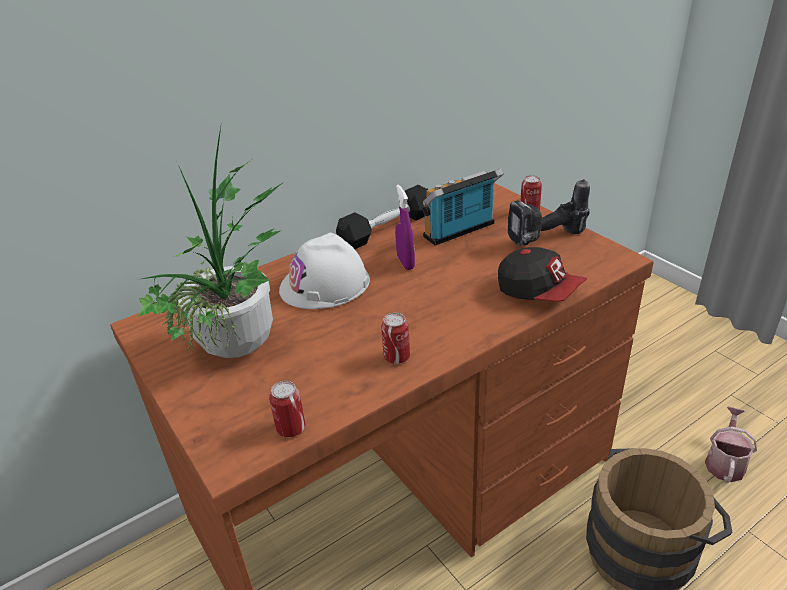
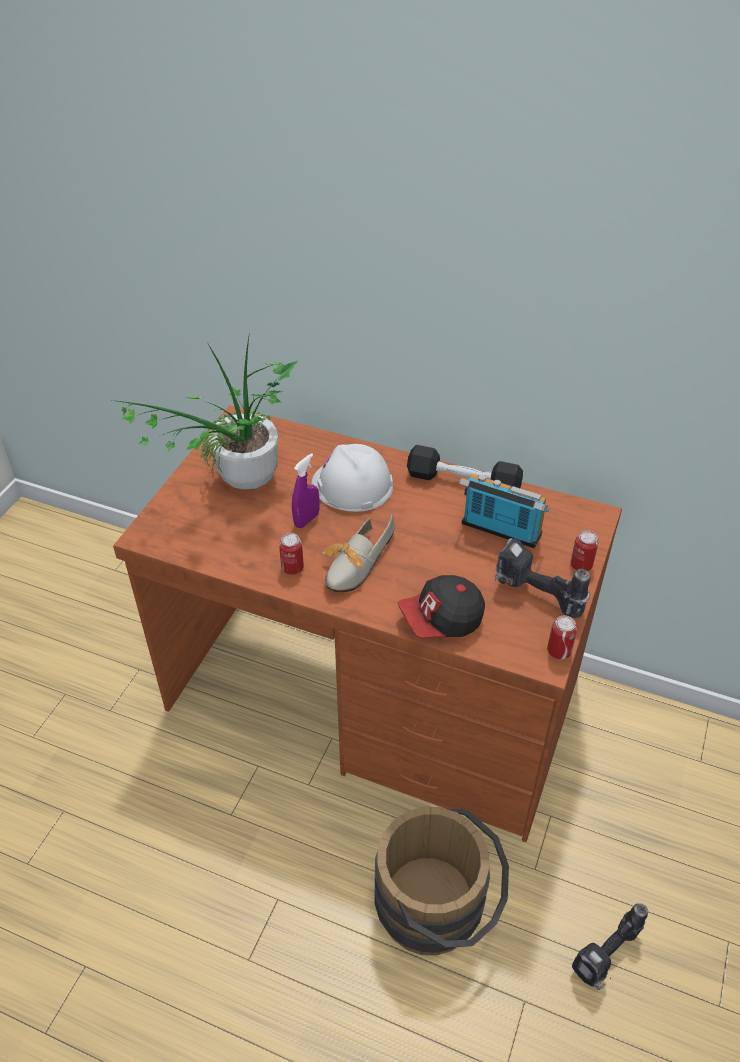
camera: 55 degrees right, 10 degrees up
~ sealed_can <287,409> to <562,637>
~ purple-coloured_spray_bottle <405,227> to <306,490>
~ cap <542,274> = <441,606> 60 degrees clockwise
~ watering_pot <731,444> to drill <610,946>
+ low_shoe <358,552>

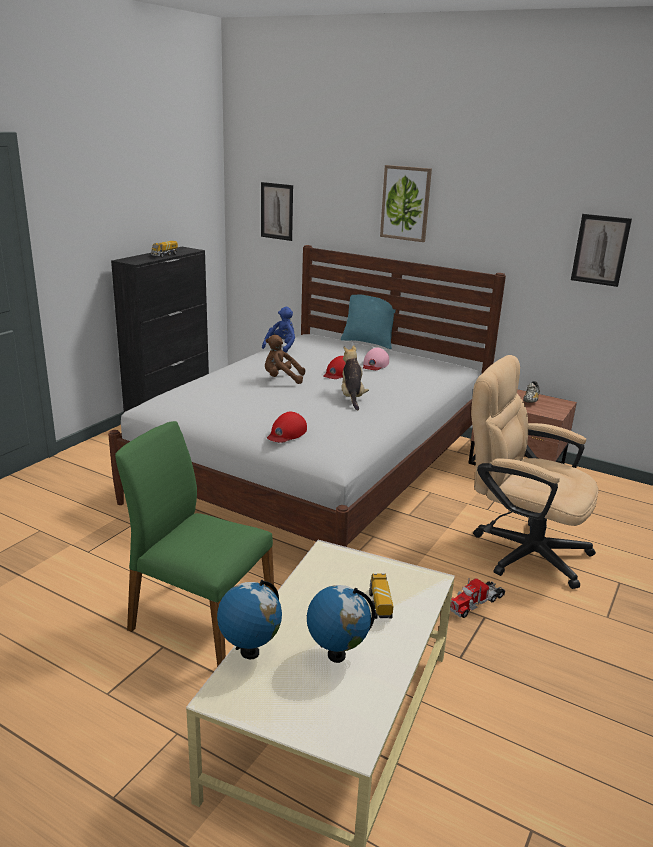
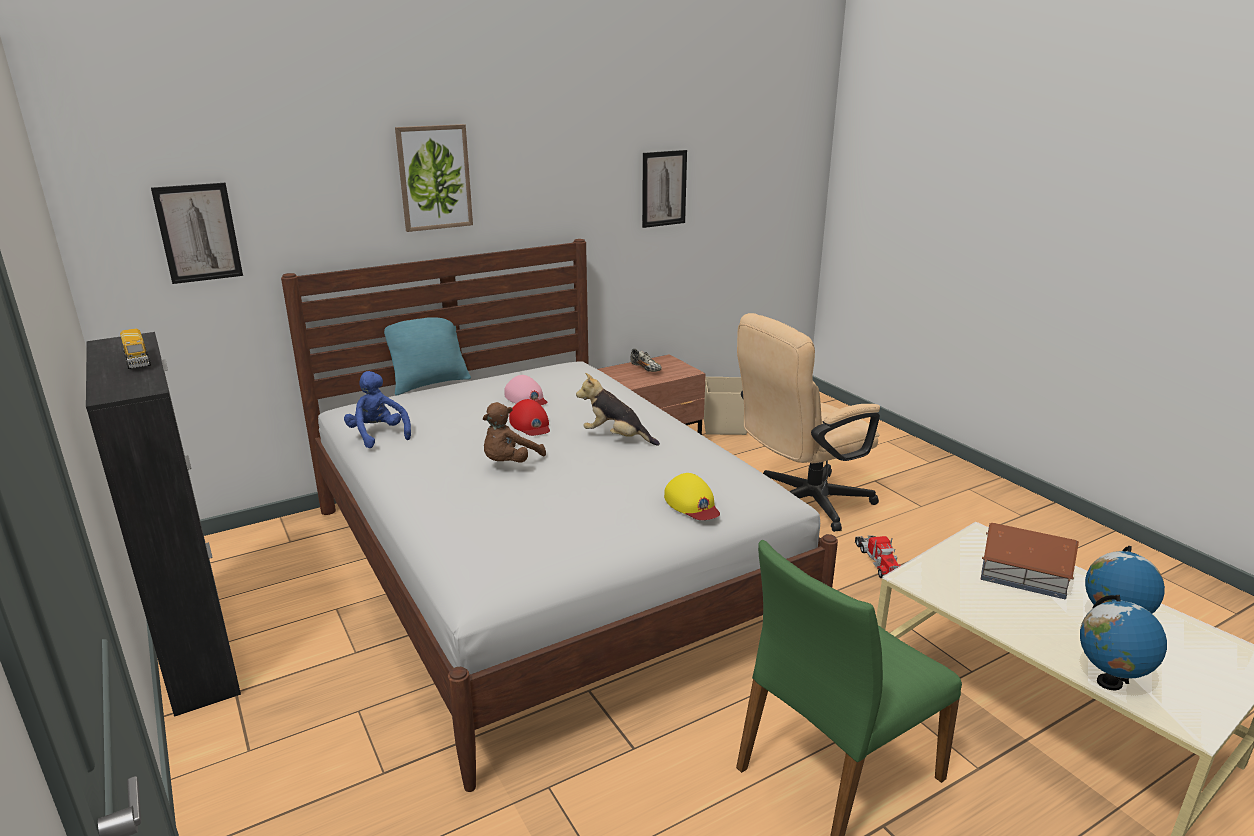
camera: 60 degrees left, 0 degrees up
~ red_cap <287,427> to yellow_cap <692,496>
~ toy_truck <381,596> to model_house <1030,561>
+ beige-coloured_storage_box <725,406>

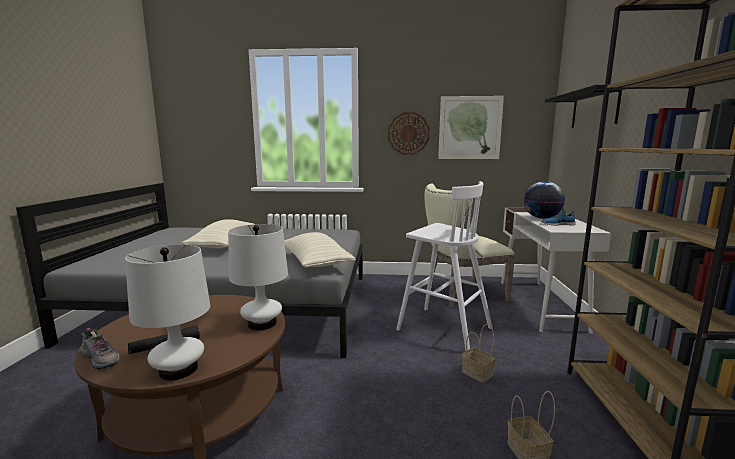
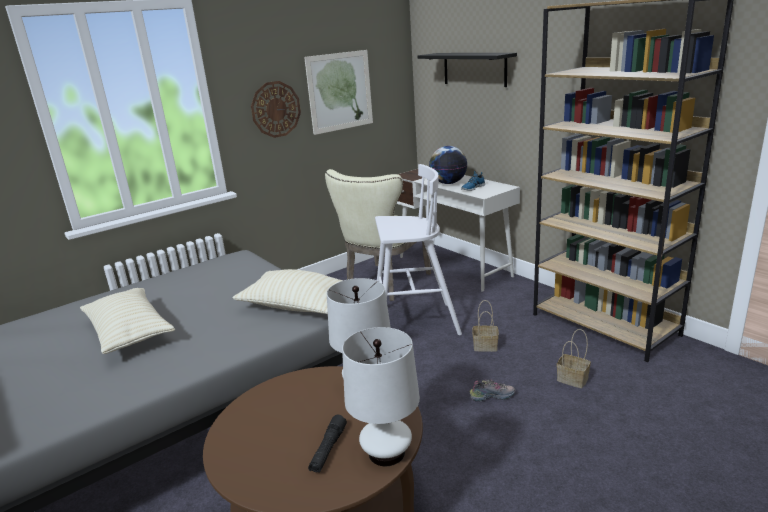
camera: 40 degrees left, 10 degrees up
~ low_shoe <100,349> to <492,390>

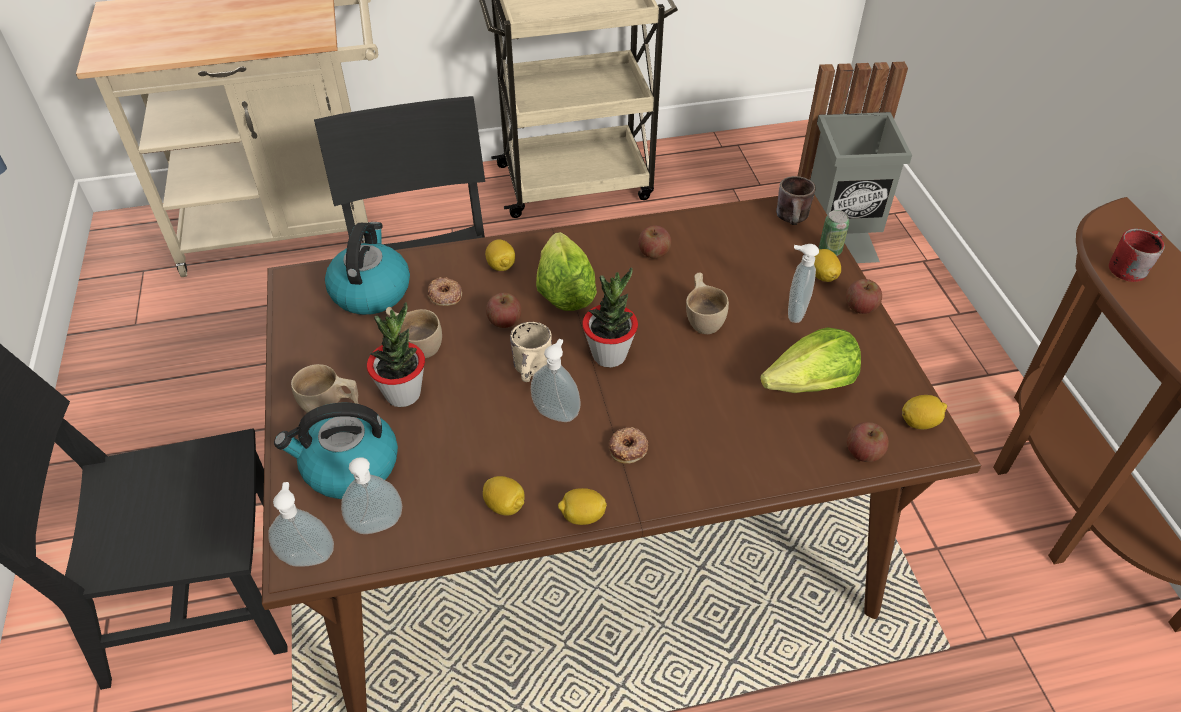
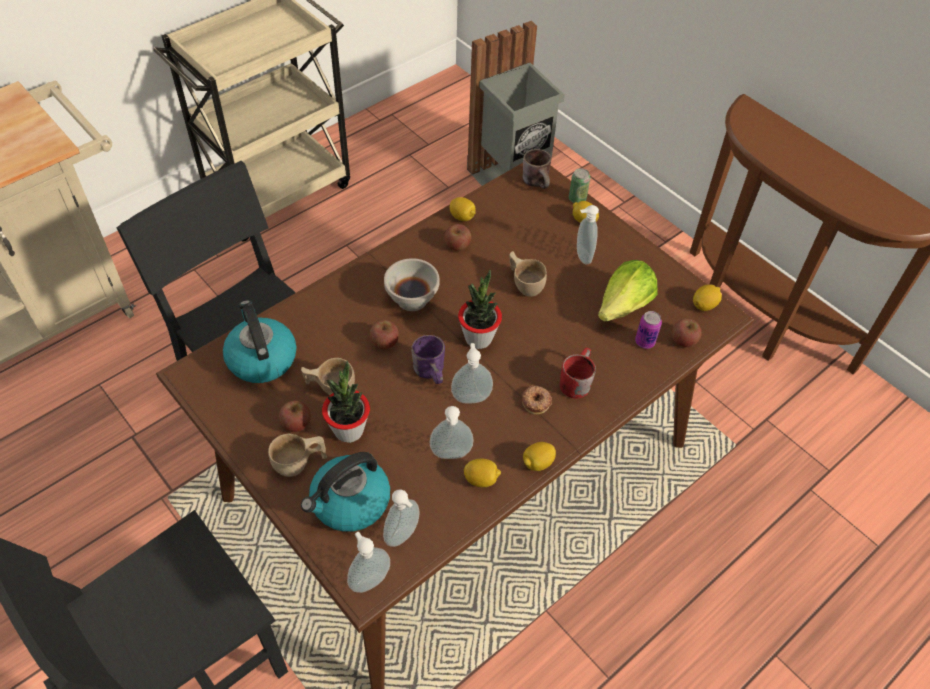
camera: 30 degrees left, 5 degrees up
- ring_doughnut <445,291>
~ citrus_fruit <500,255> to <463,209>
~ beige-coloured_mug <531,352> to purple-coloured_mug <428,359>
~ lettuce_head <566,271> to whitish_serving_bowl <411,284>
~ apple <864,296> to <295,416>
~ red_mug <1137,255> to <578,373>
+ liquid_soap_bottle <451,432>
+ sealed_can <648,330>

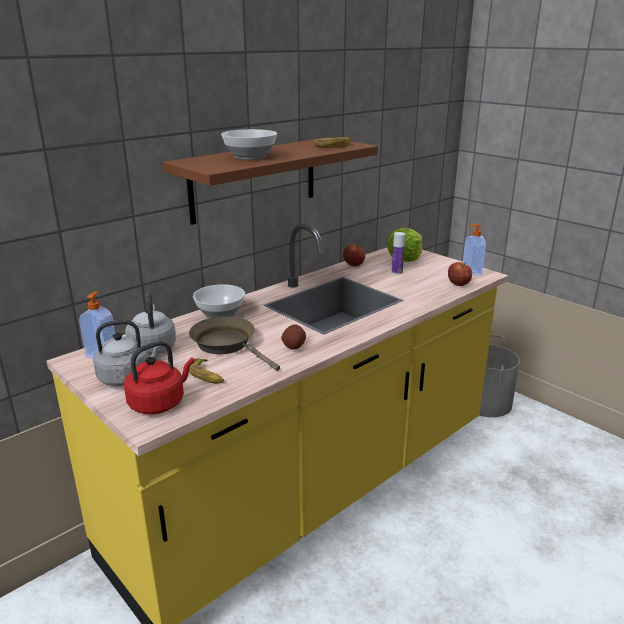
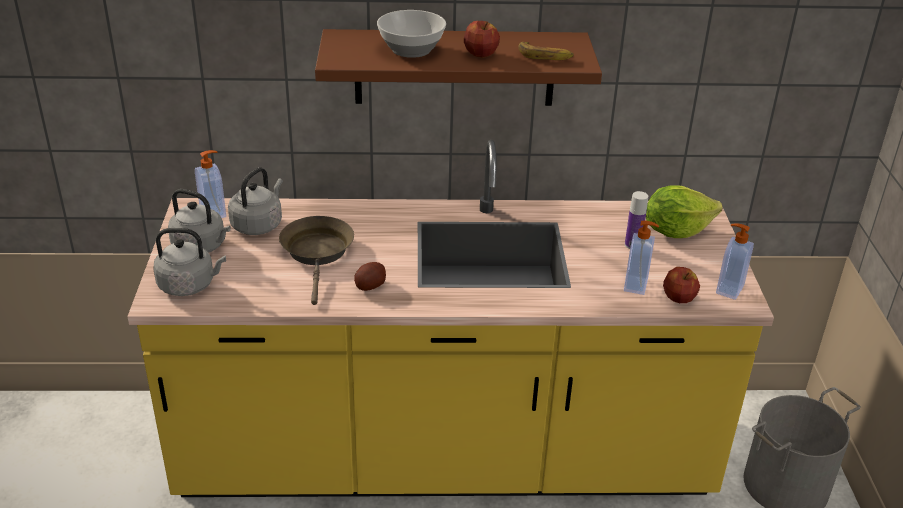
camera: 40 degrees right, 10 degrees up
~ red_water_kettle <159,377> to greyish_water_kettle <189,262>
- banana_fruit <206,371>
- serving_bowl <219,301>
~ apple <354,255> to <482,39>
+ liquid_soap_bottle <641,257>

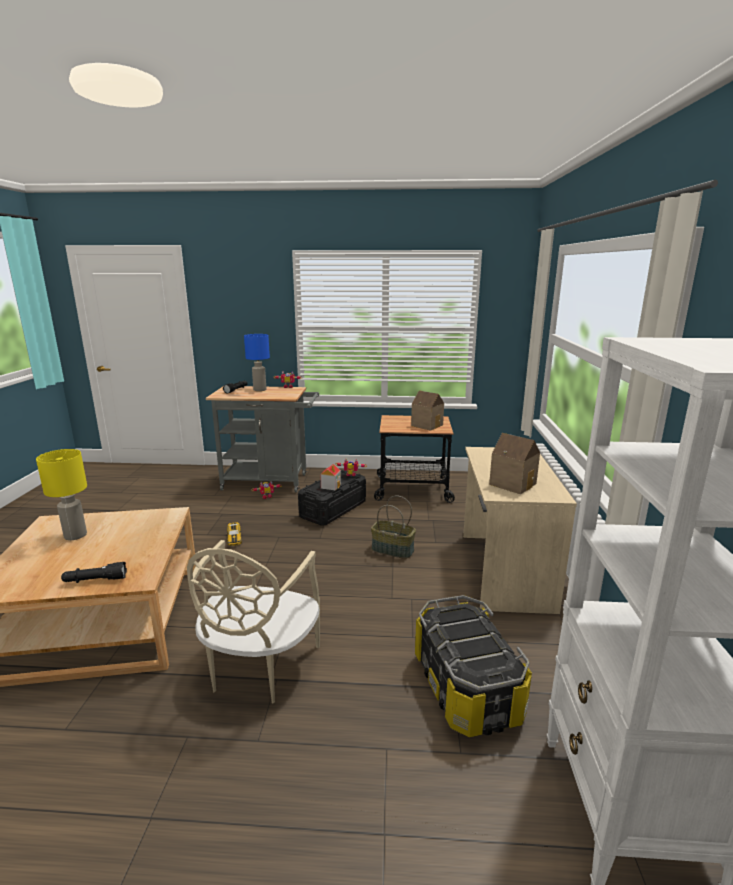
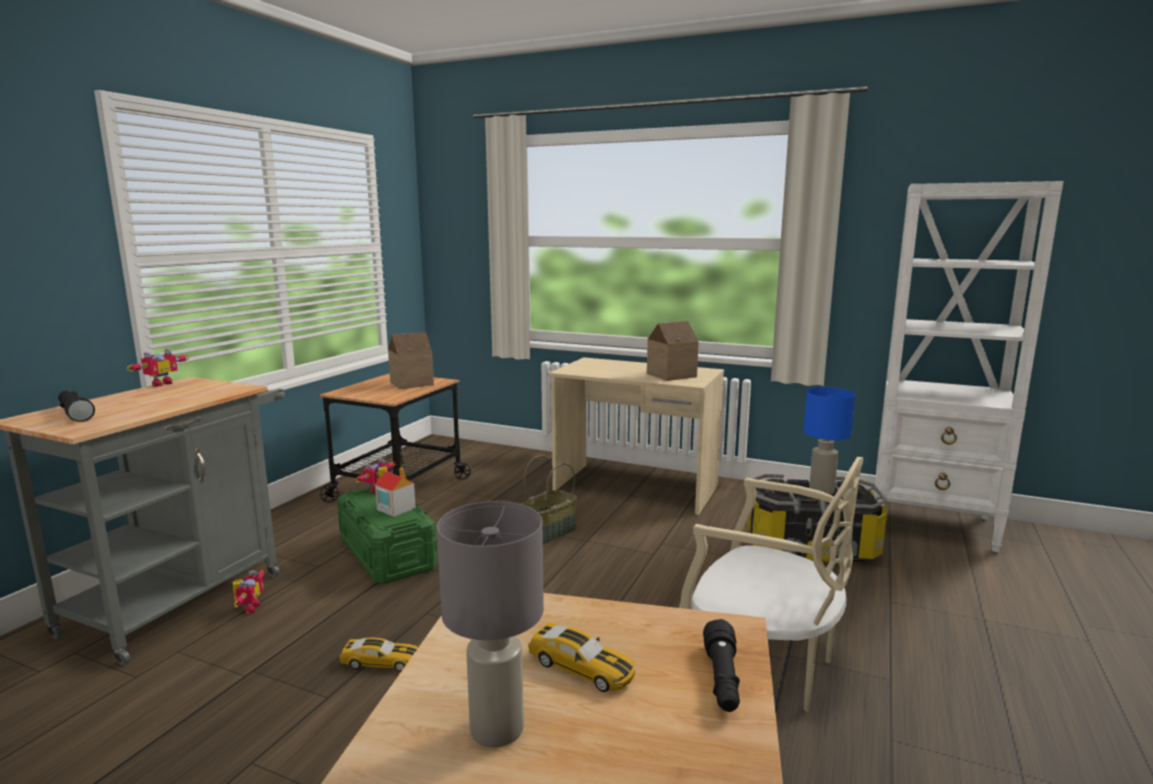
camera: 70 degrees left, 5 degrees down
~ yellow_table_lamp <61,494> to greyish_table_lamp <490,624>
~ blue-coloured_table_lamp <257,362> to <829,441>
~ blackish_storage_box <332,498> to greenish_storage_box <387,535>
+ toy_car <581,657>

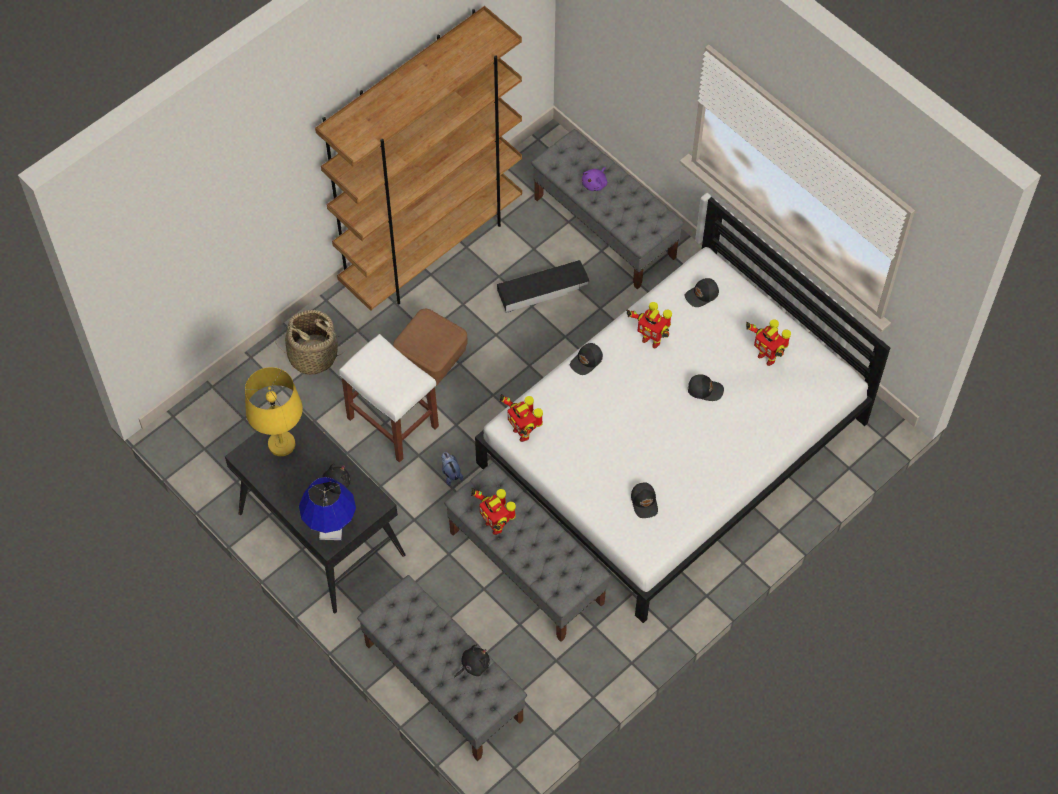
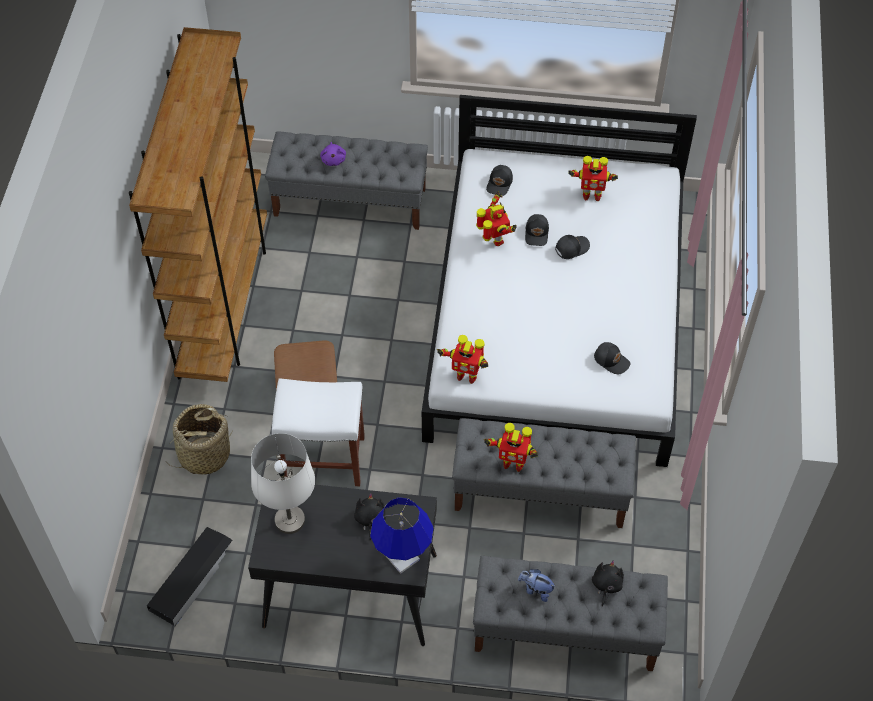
camera: 40 degrees left, 5 degrees down
~ yellow_table_lamp <274,411> to whitish_table_lamp <283,483>
~ soft_toy <452,469> to <537,585>
~ blackish_storage_box <543,286> to <189,576>
~ blackish_cap <586,359> to <537,230>
~ model_robot <649,325> = <496,218> 105 degrees counterclockwise

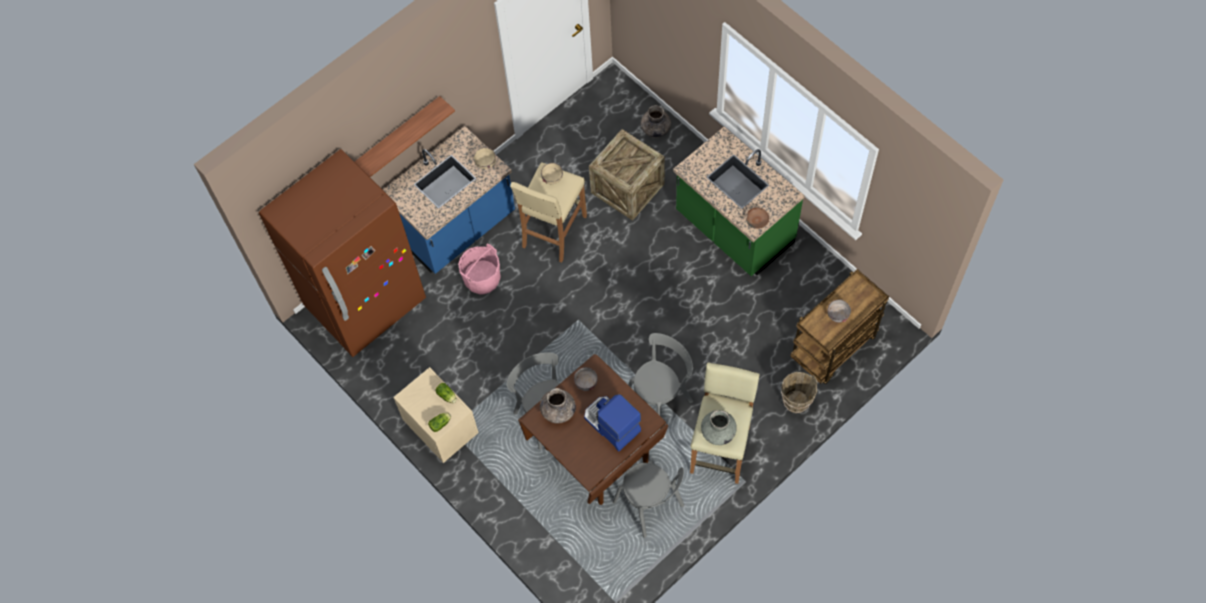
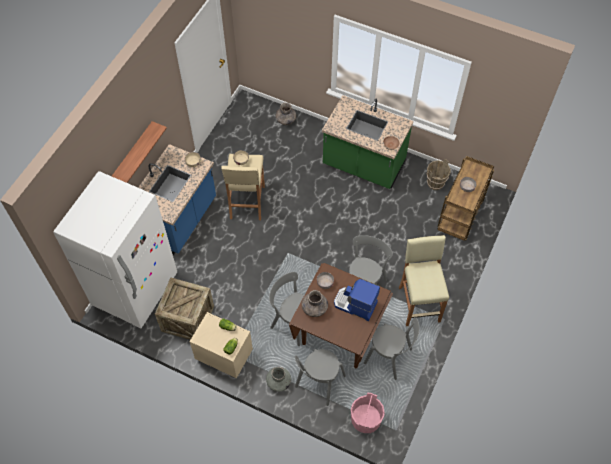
camera: 25 degrees left, 5 degrees down
~ brown-coloured_fridge <342,253> to whitish_fridge <115,249>
~ pink_pail <479,269> to <368,413>
~ packing_crate <627,175> to <184,308>
~ greyish_flower_vase <719,427> to <278,379>
~ brown-coloured_pail <799,392> to <439,174>
+ greyish_chair <320,377>

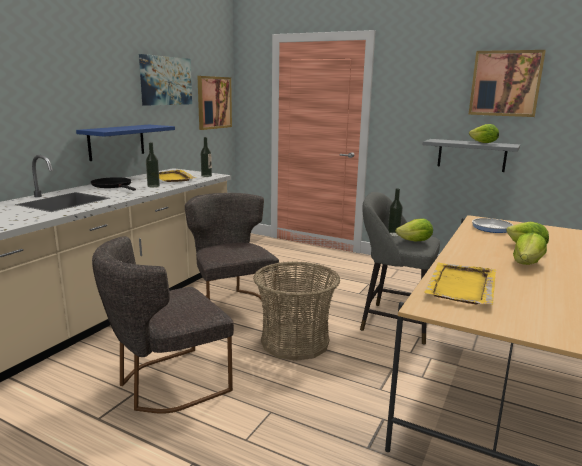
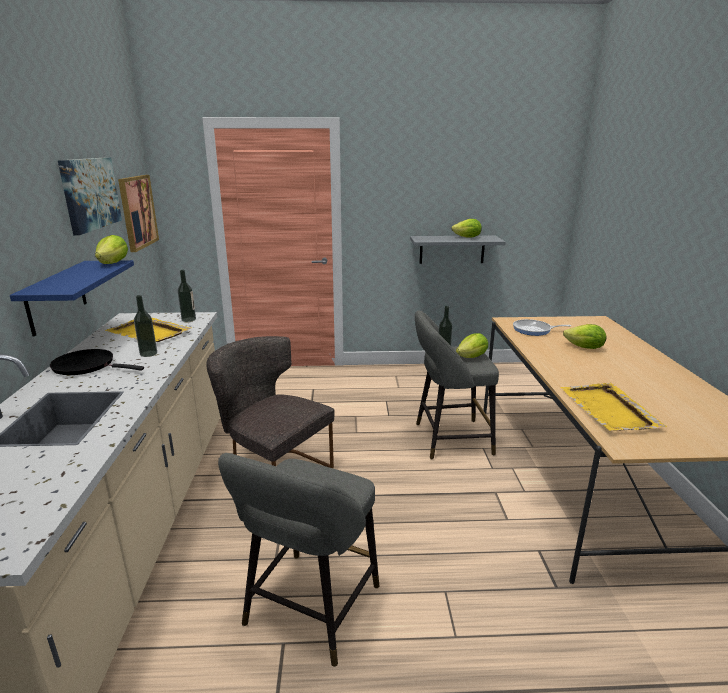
camera: 30 degrees left, 5 degrees up
~ greyish_chair <163,325> to greyish_stool_seat <298,560>
- storage_basket <296,311>
- picture <507,83>
~ lettuce_head <530,249> to <111,249>

